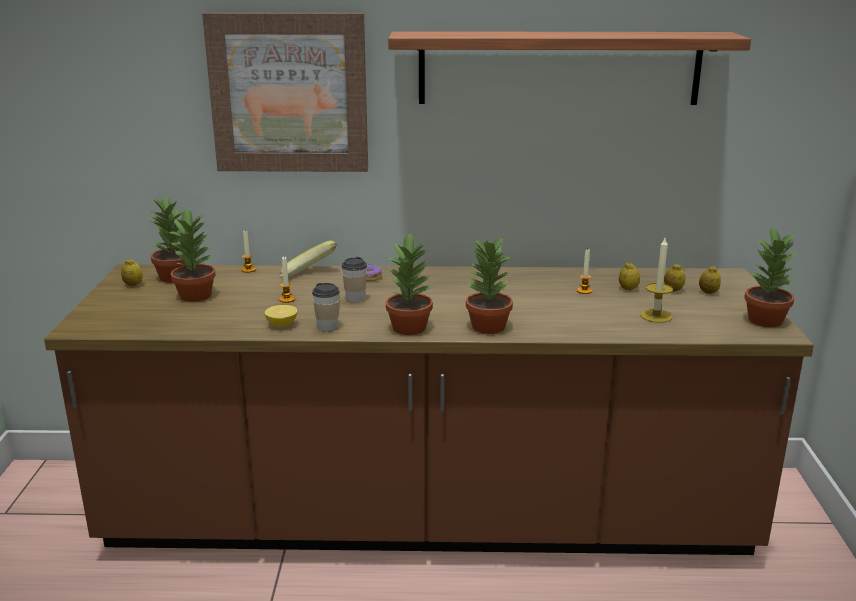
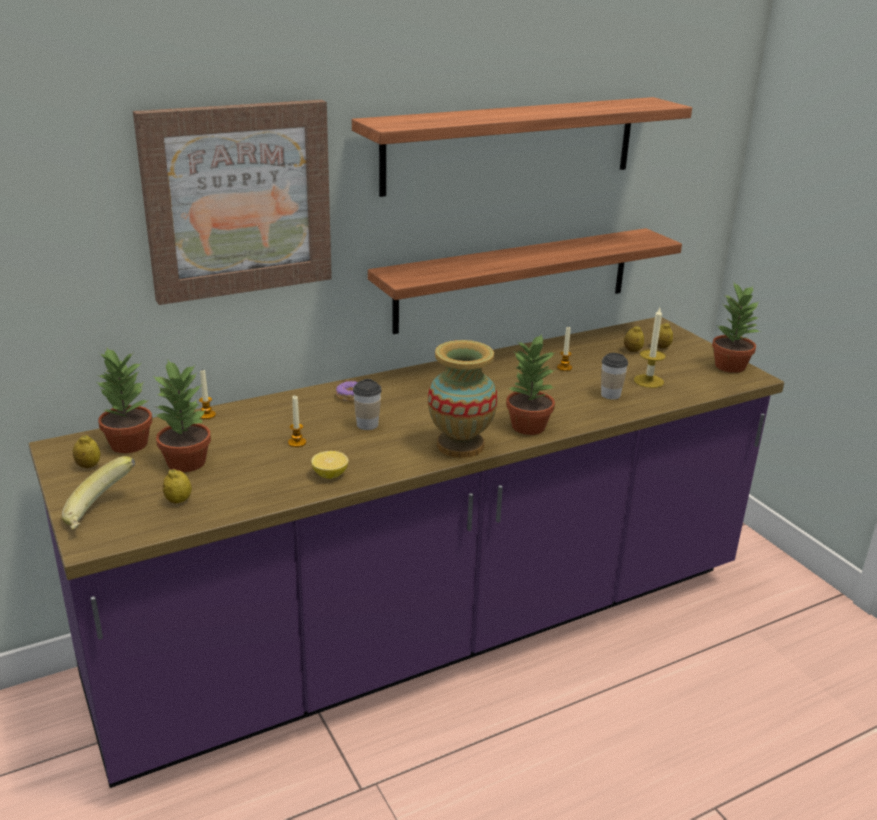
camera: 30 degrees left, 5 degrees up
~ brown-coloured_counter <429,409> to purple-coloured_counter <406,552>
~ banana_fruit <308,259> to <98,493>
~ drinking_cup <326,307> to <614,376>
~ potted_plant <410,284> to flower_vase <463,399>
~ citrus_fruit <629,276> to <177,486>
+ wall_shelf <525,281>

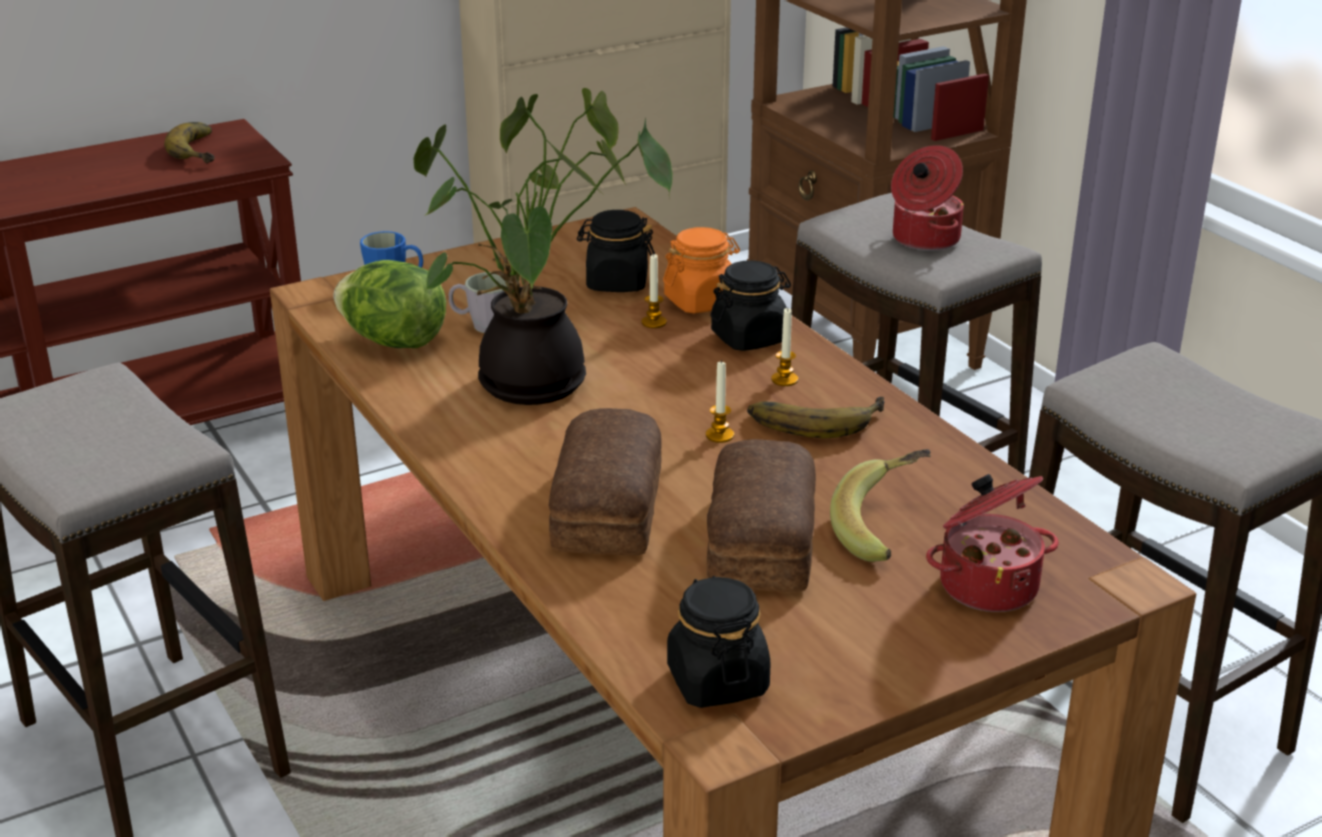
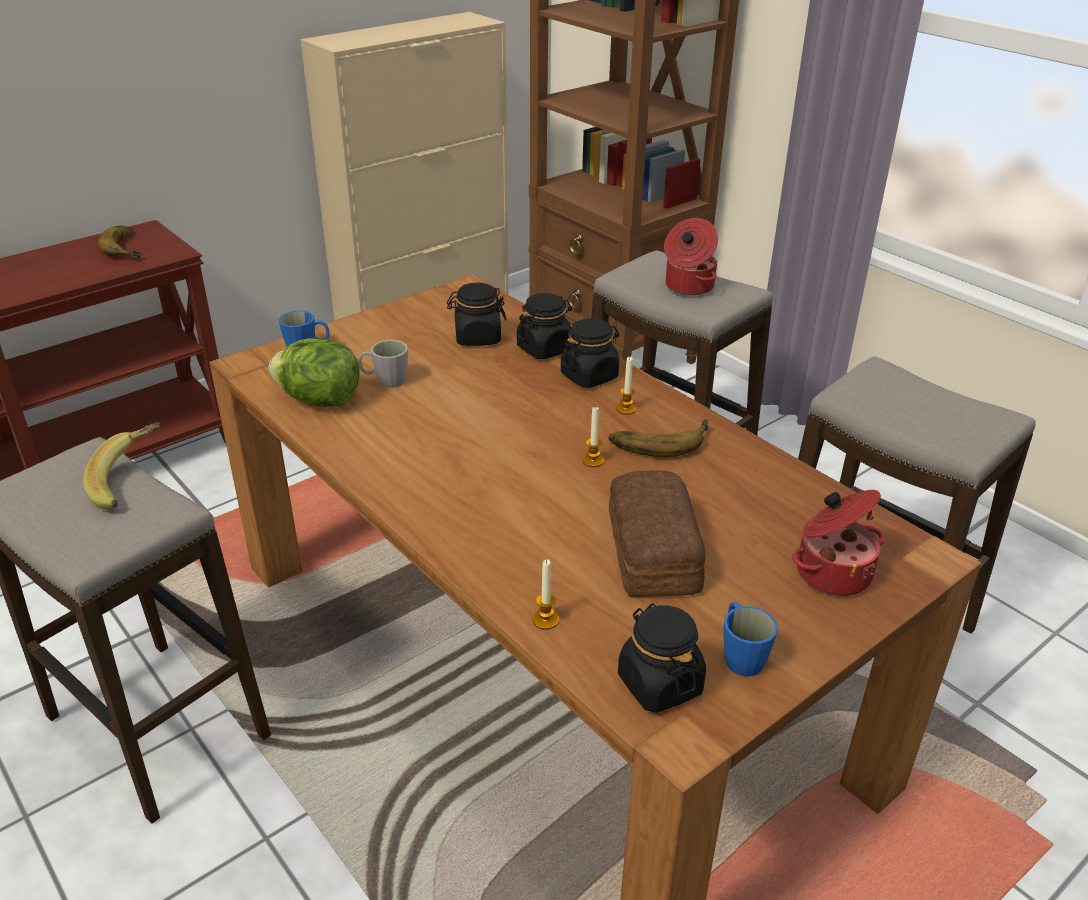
camera: 10 degrees left, 5 degrees up
- potted_plant <543,246>
- baked_bread <605,481>
~ wax_light <654,291> to <545,595>
~ orange_jar <701,270> to blackish_jar <544,326>
~ banana_fruit <880,505> to <122,465>
+ blue-coloured_mug <750,639>

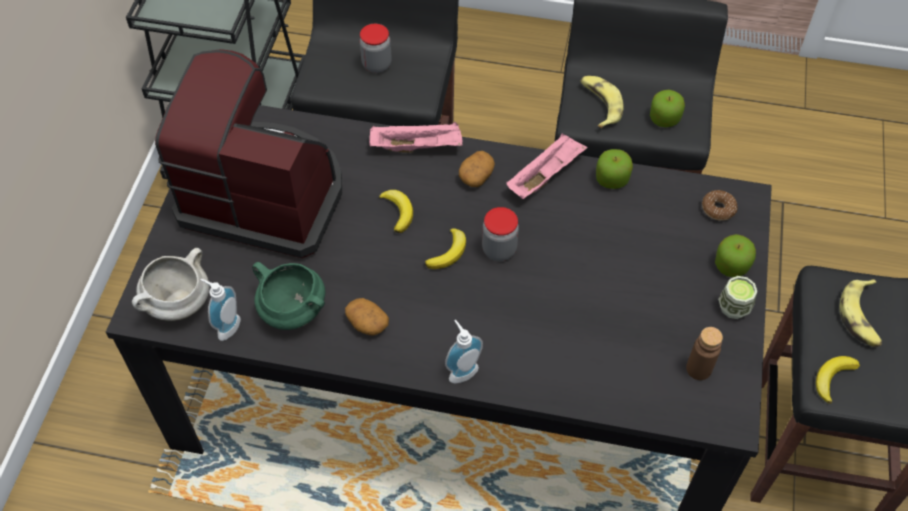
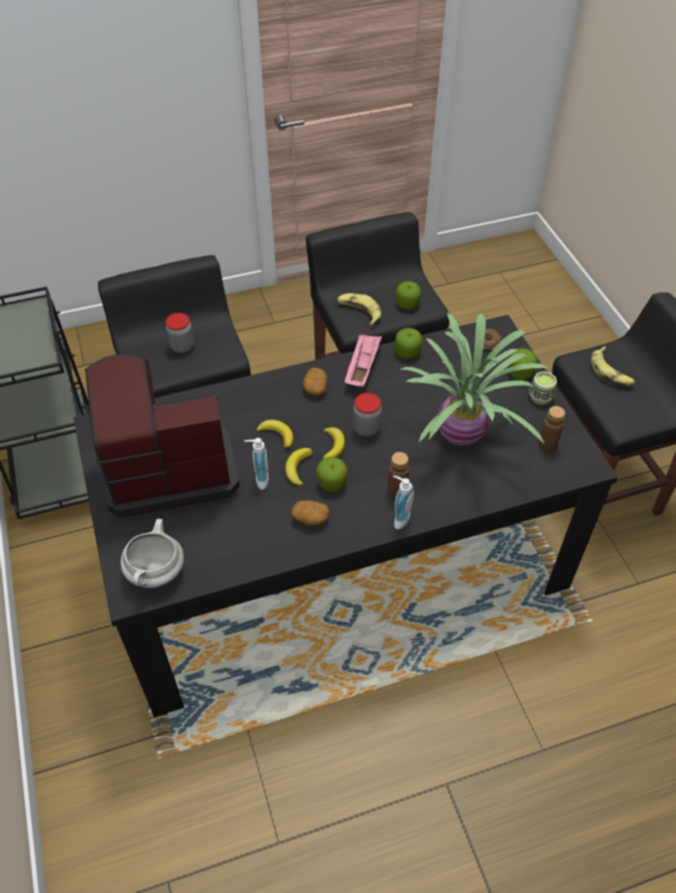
camera: 30 degrees left, 5 degrees down
~ liquid_soap_bottle <221,310> to <256,464>
- greenish_stockpot <288,296>
- pink_serving_tray <416,137>
~ banana_fruit <838,380> to <298,467>
+ apple <332,474>
+ brown-coloured_beverage_bottle <398,475>
+ potted_plant <473,379>

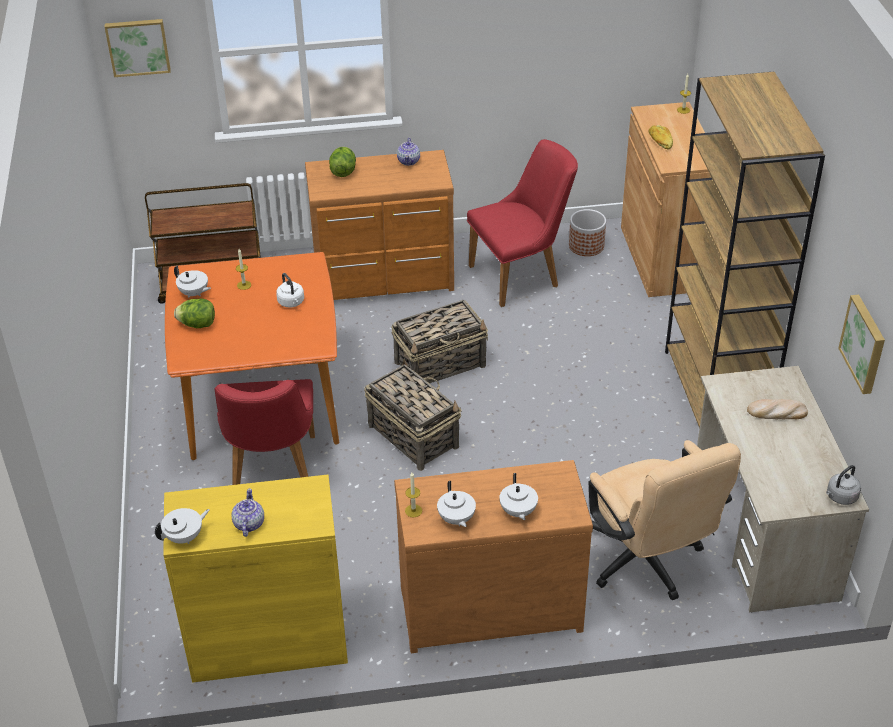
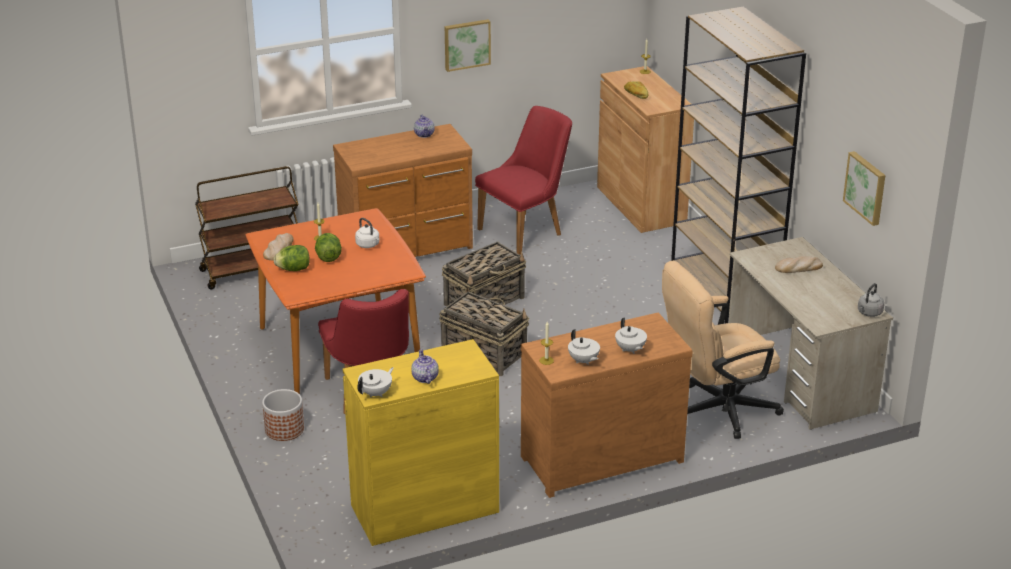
camera: 15 degrees left, 10 degrees down
~ picture <137,48> to <468,45>
~ whitish_pot_for_tea <192,281> to baked_bread <278,246>
~ lettuce_head <342,162> to <328,247>
~ plant_pot <587,232> to <283,415>
~ beige-coloured_office_chair <665,520> = <723,350> 105 degrees clockwise

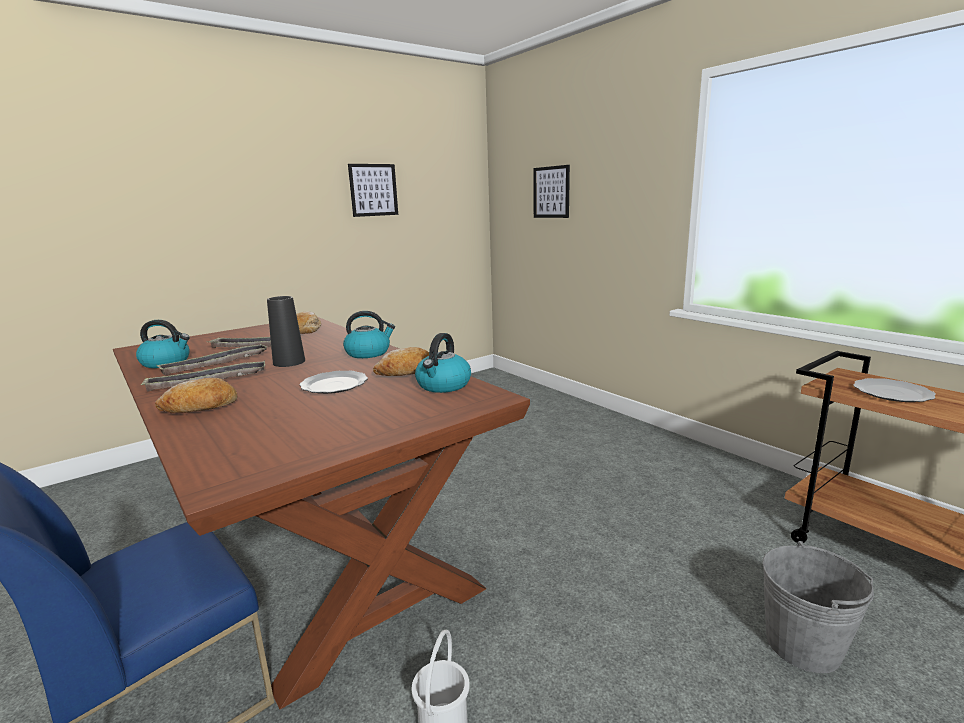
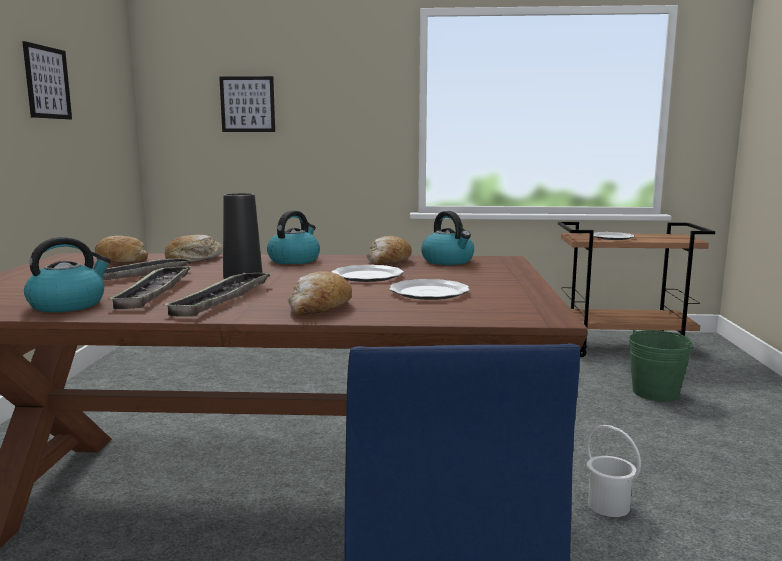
camera: 50 degrees left, 5 degrees down
~ greyish_pail <818,607> to greenish_pail <661,365>
+ baked_bread <194,249>
+ plate <429,289>

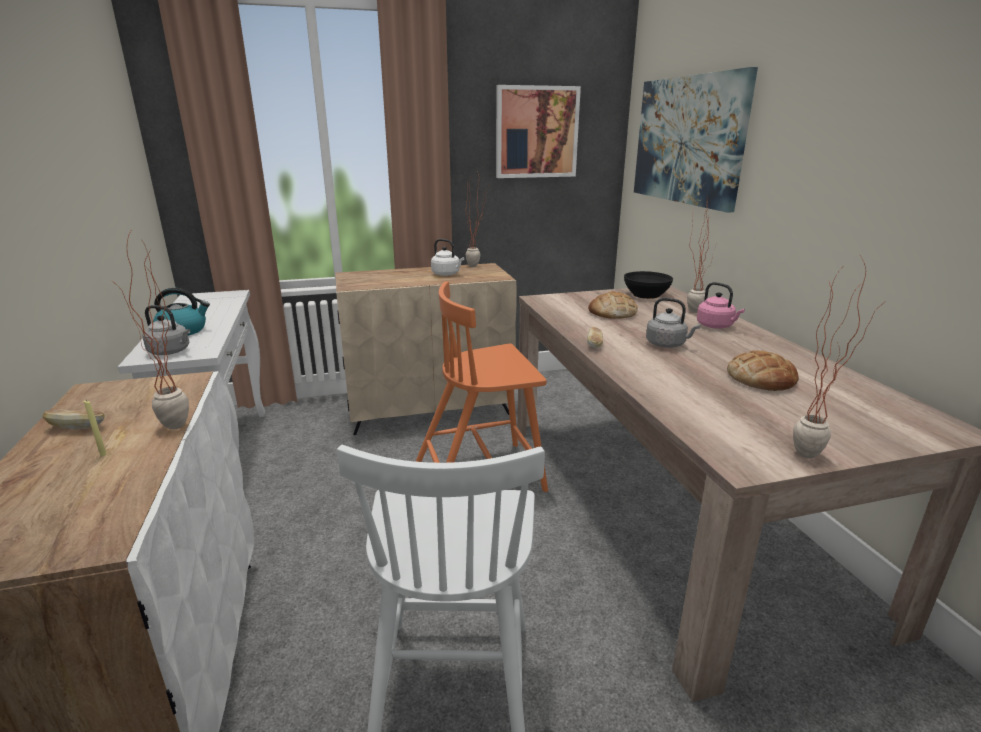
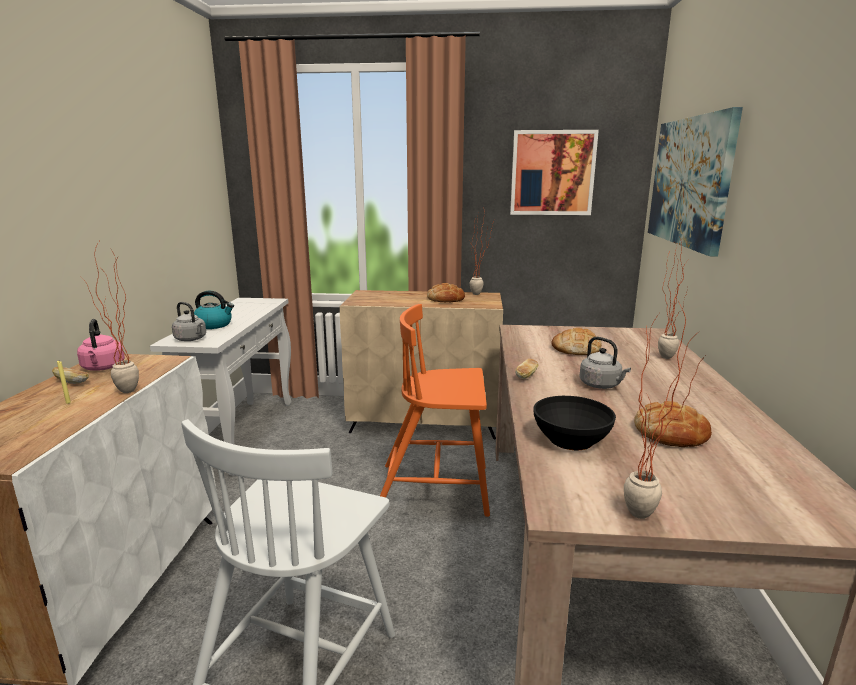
camera: 20 degrees right, 5 degrees down
~ whitish_water_kettle <447,257> to baked_bread <446,293>
~ blackish_serving_bowl <648,285> to <574,423>
~ pink_water_kettle <721,305> to <101,345>

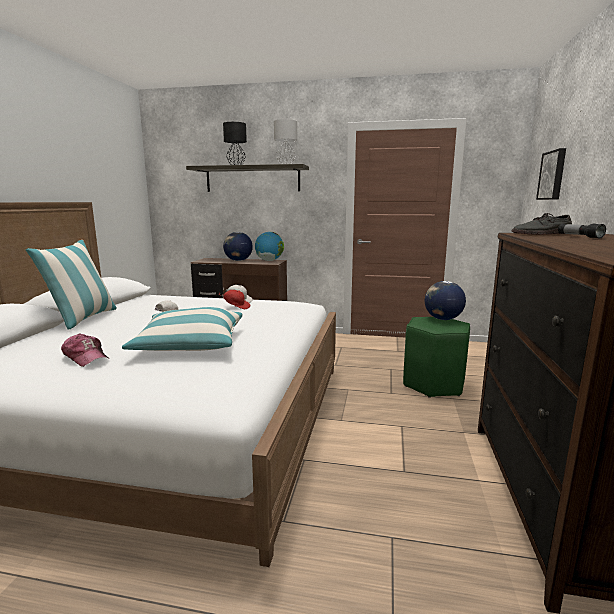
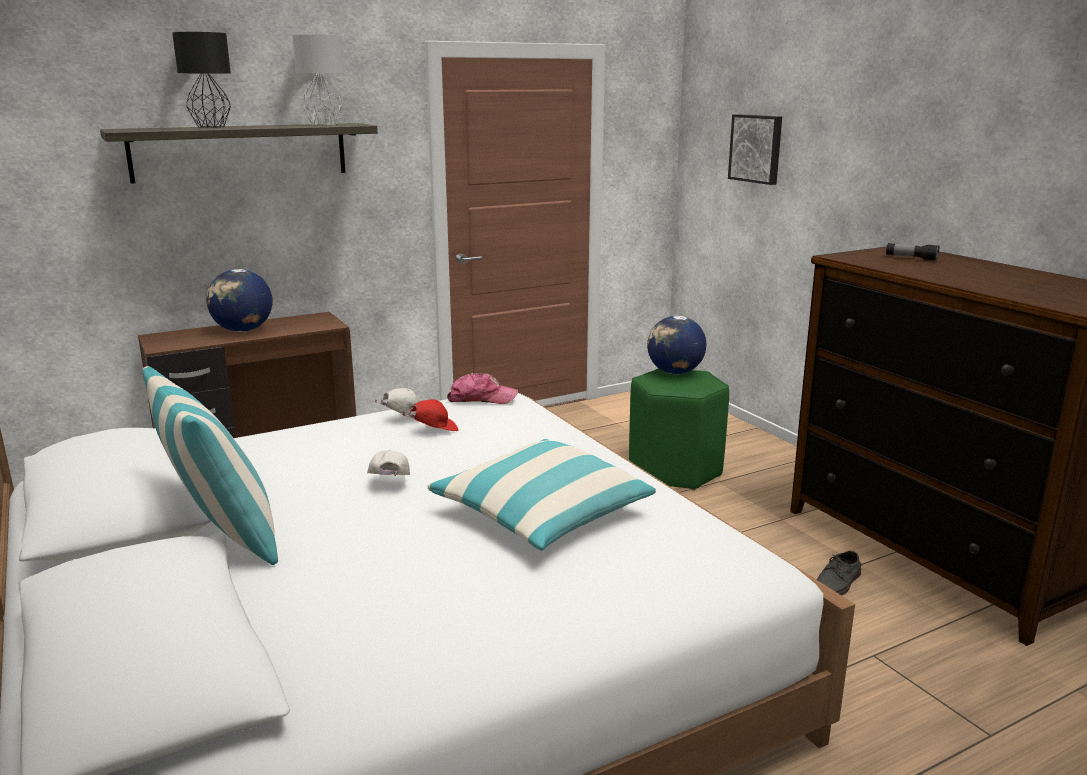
camera: 40 degrees left, 5 degrees up
~ cap <84,350> to <482,388>
- globe <269,246>
~ greyish_low_shoe <541,224> to <838,573>

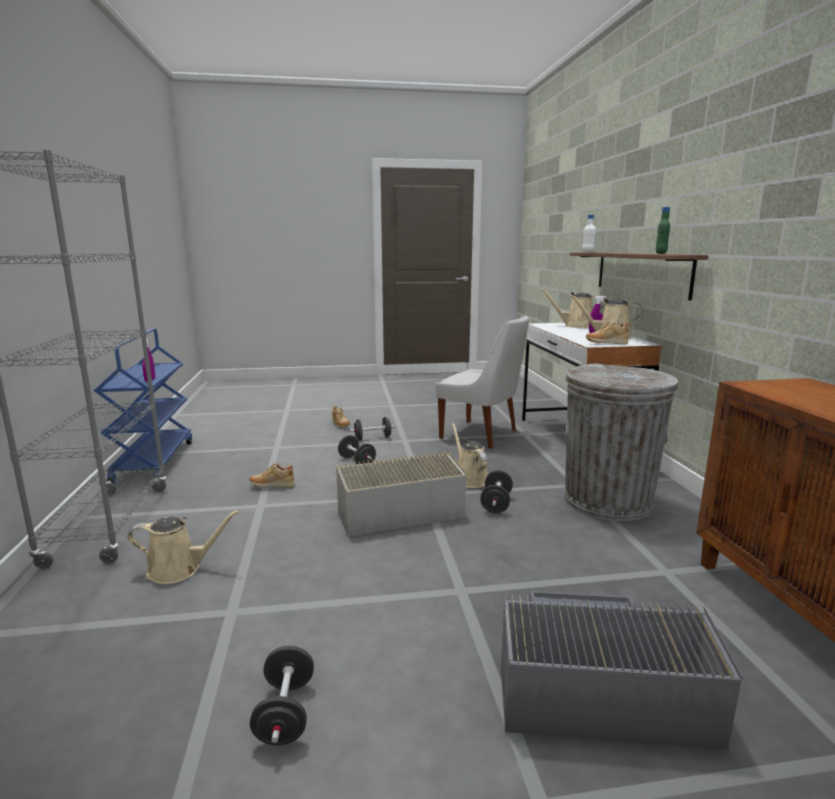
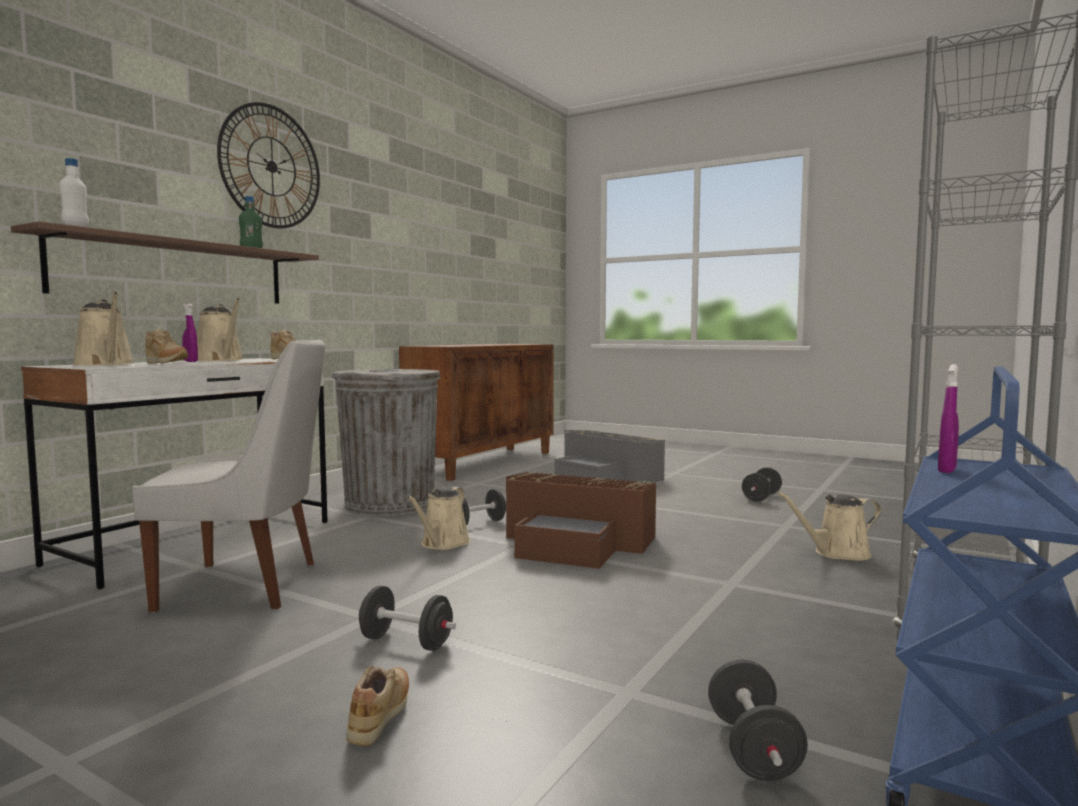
camera: 140 degrees left, 10 degrees down
~ beige-coloured_watering_pot <184,547> = <829,526> 45 degrees counterclockwise
~ beige-coloured_low_shoe <272,475> to <166,346>
~ greyish_storage_box <401,493> to brown-coloured_storage_box <581,520>
~ blackish_dumbbell <357,450> to <758,720>
~ whitish_chair <482,382> = <228,476> 105 degrees clockwise
+ clock_on_the_wall <268,165>

